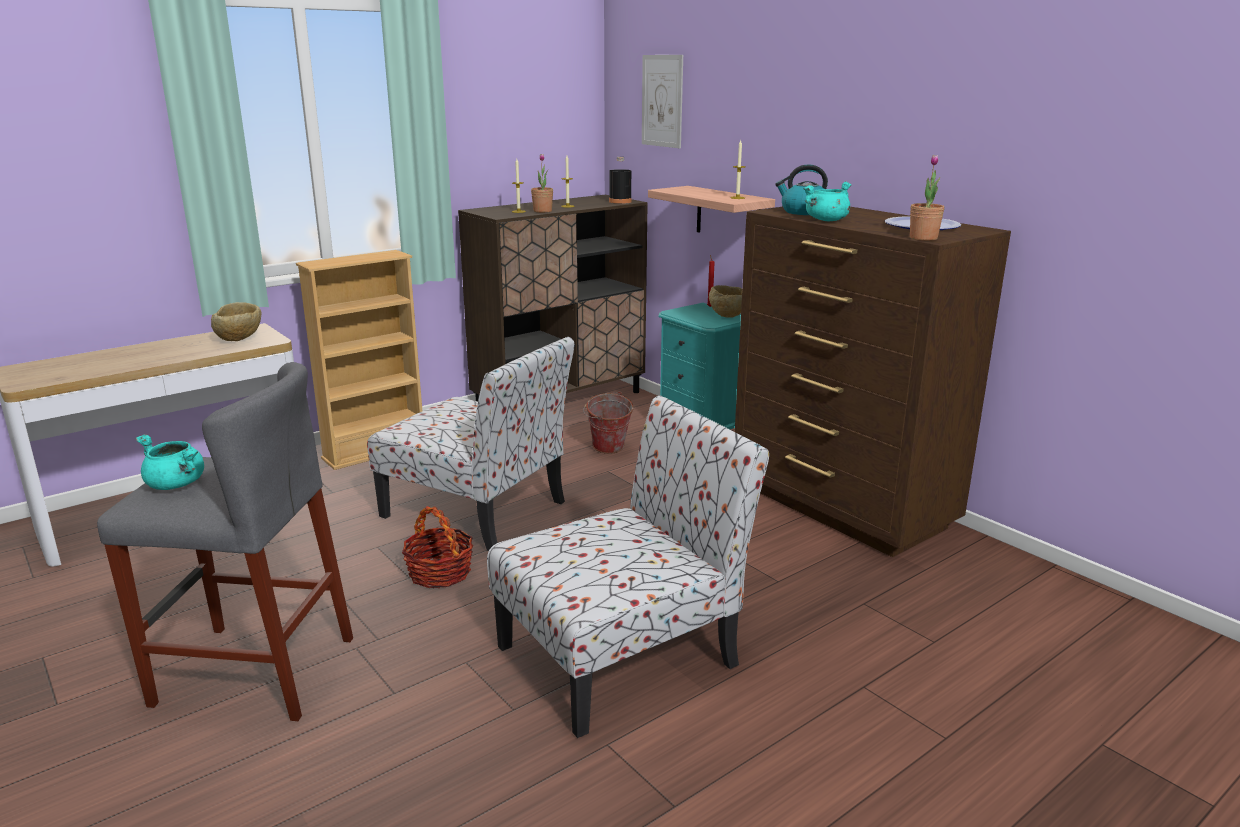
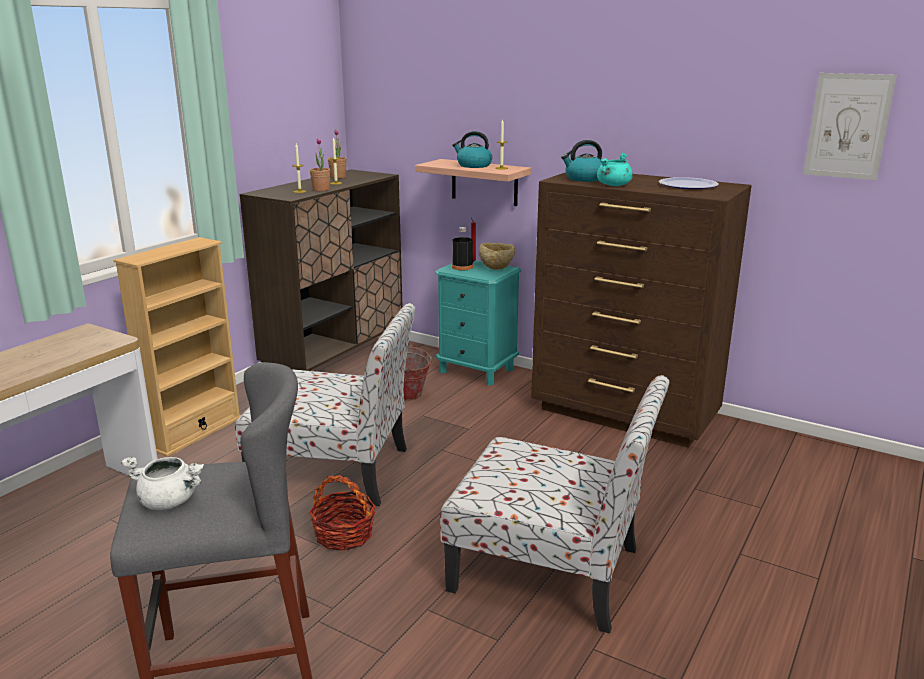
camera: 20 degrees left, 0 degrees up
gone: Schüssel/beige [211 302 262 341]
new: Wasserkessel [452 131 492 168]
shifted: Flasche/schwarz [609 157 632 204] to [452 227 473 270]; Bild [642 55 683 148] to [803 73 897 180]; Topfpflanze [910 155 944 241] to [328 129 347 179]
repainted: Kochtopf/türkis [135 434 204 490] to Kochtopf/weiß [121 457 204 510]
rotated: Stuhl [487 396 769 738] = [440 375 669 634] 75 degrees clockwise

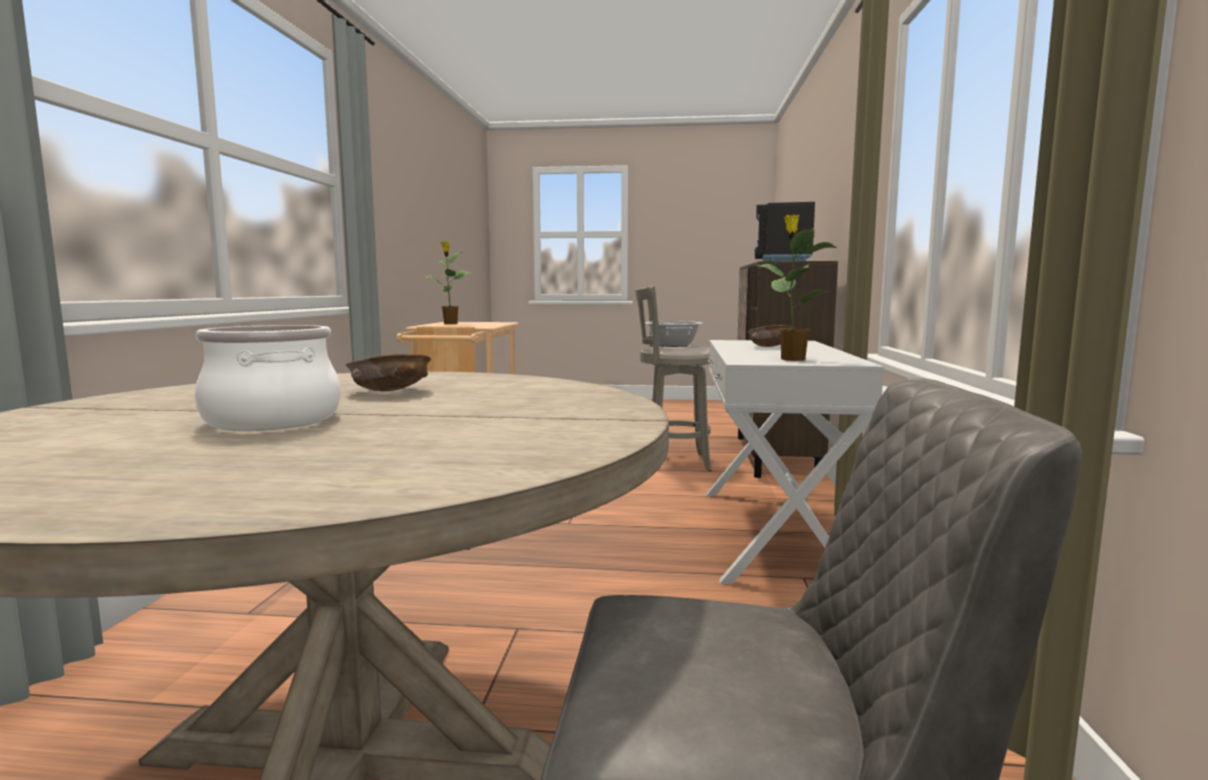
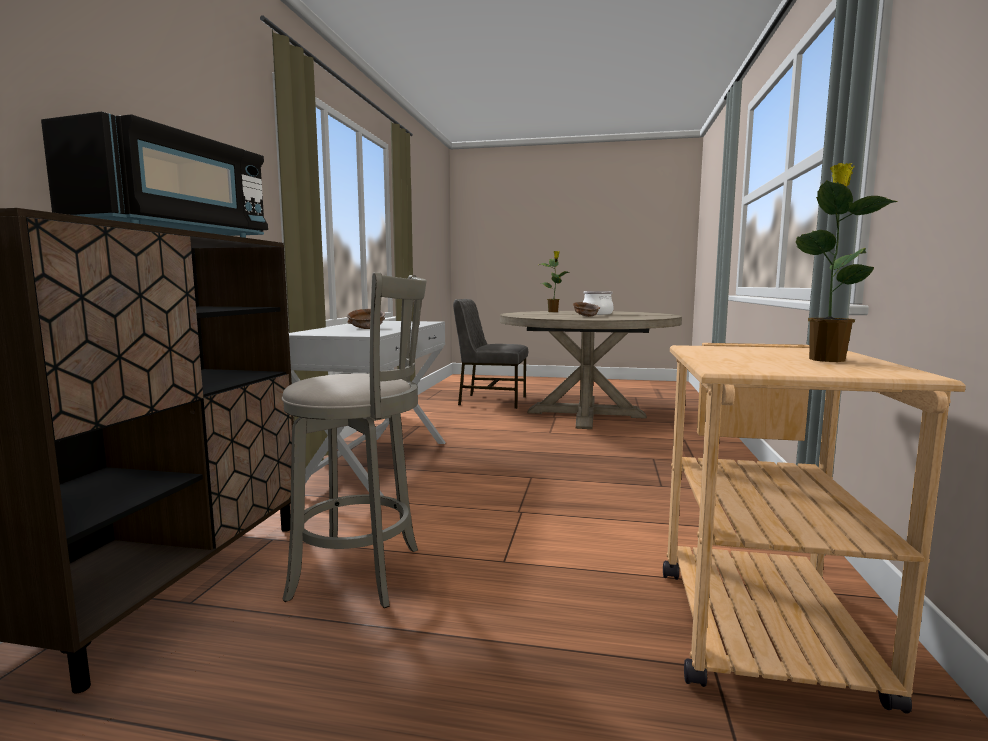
camera: 175 degrees left, 0 degrees up
gone: Kochtopf [645 321 703 347]
shifted: Topfpflanze [759 214 838 361] to [539 251 570 312]

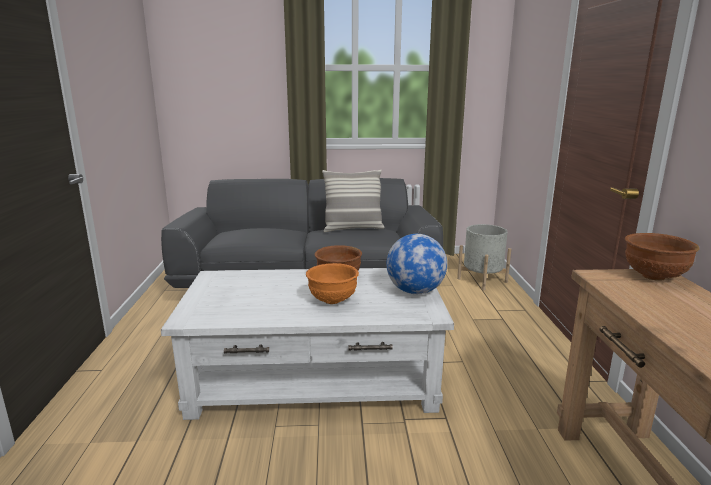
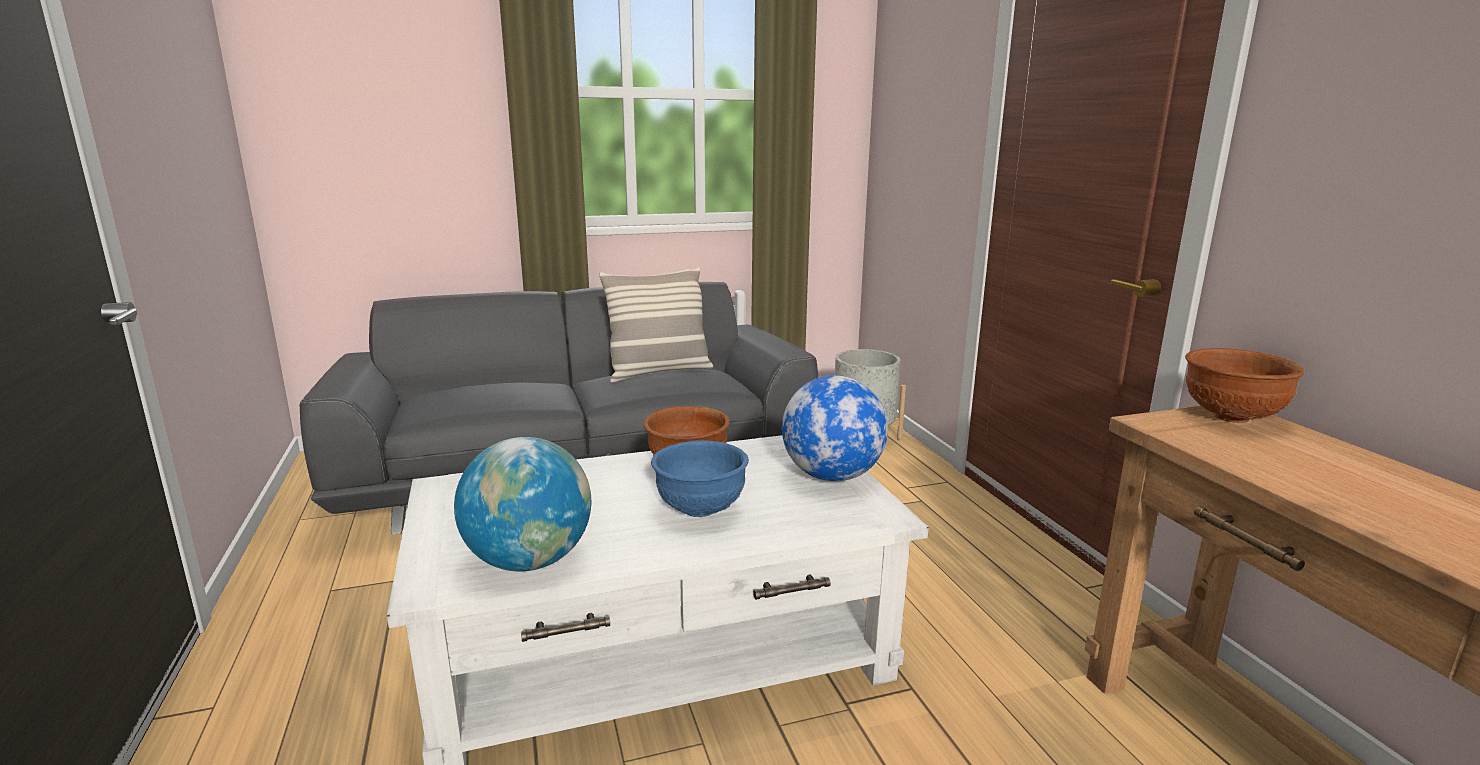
camera: 15 degrees left, 0 degrees up
new: Globus [454 437 591 572]
repainted: Schüssel/orange [306 263 359 304] to Schüssel/blau [651 440 749 517]

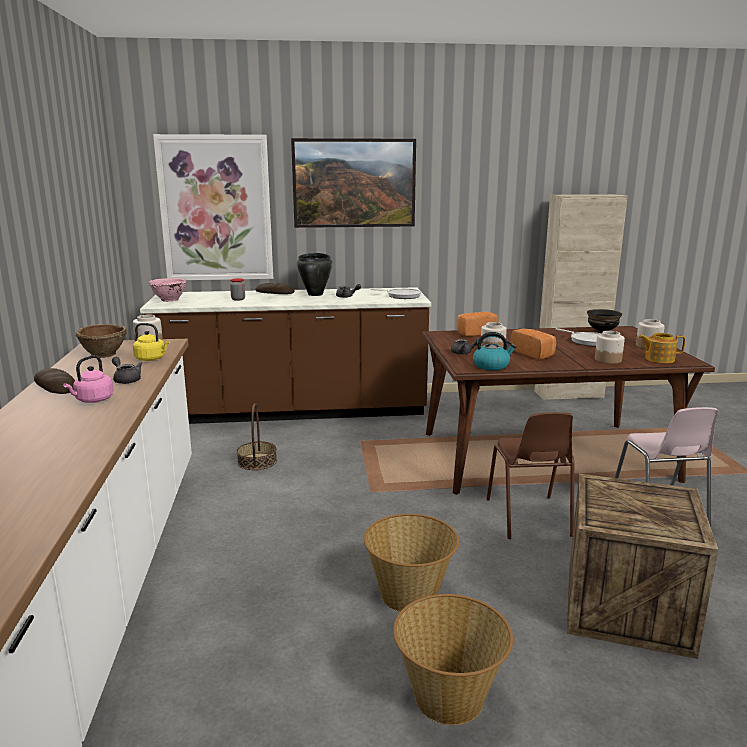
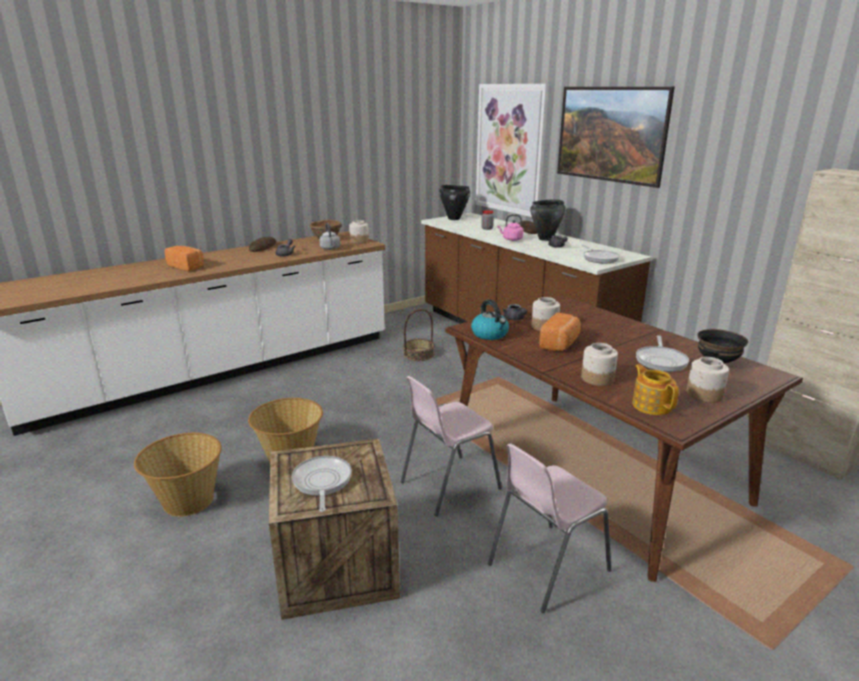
camera: 60 degrees right, 5 degrees up
new: Pfanne [292 456 352 512]
shifted: Wasserkessel/rosa [63 355 114 403] to [497 214 524 241]; Brot [457 312 498 336] to [165 246 204 271]
swapped: Schüssel/rosa [149 278 186 302] to Kochtopf/schwarz [439 185 470 220]
repainted: Wasserkessel/gelb [133 323 170 361] to Wasserkessel/grau [319 223 340 250]; Stuhl/braun [487 412 574 539] to Stuhl/rosa [401 376 502 516]

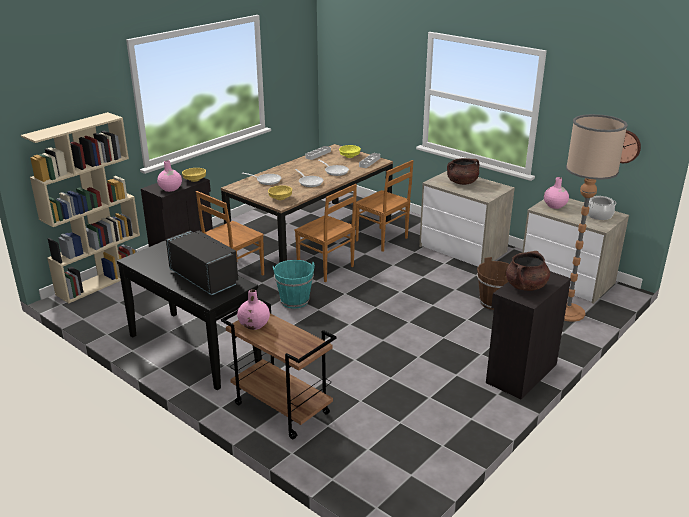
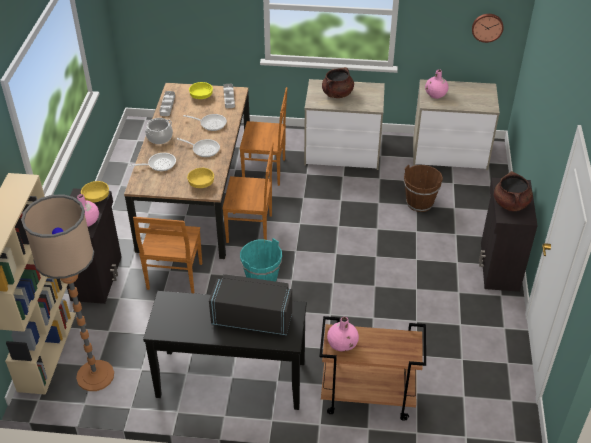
camera: 35 degrees left, 15 degrees up
shifted: Stehlampe [564 114 628 322] to [21 194 114 391]; Kochtopf [588 196 617 220] to [145 118 173 144]

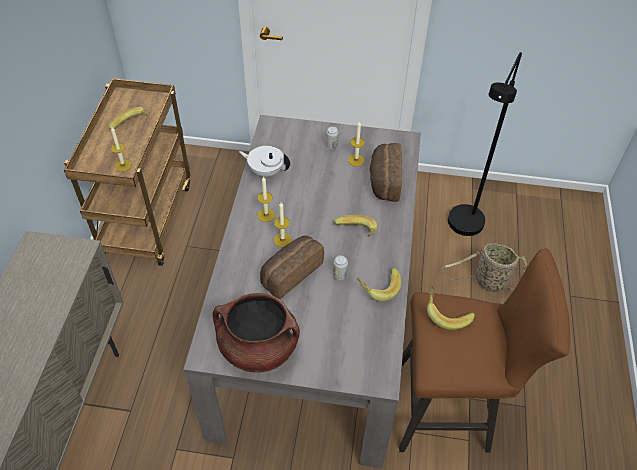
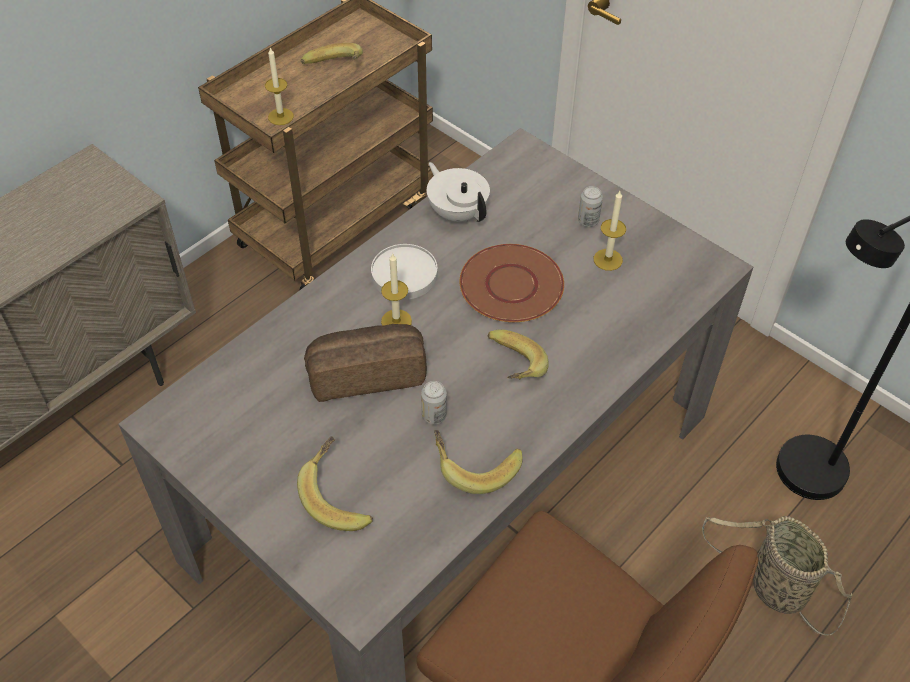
camera: 35 degrees right, 0 degrees up
gone: Kochtopf/braun [212 293 300 373]; Brot [370 143 402 202]
new: Teller/braun [460 244 564 322]
shifted: Banane [427 286 475 330] to [297 436 373 531]
swapped: Kerze [257 176 275 222] to Teller/weiß [371 244 438 300]

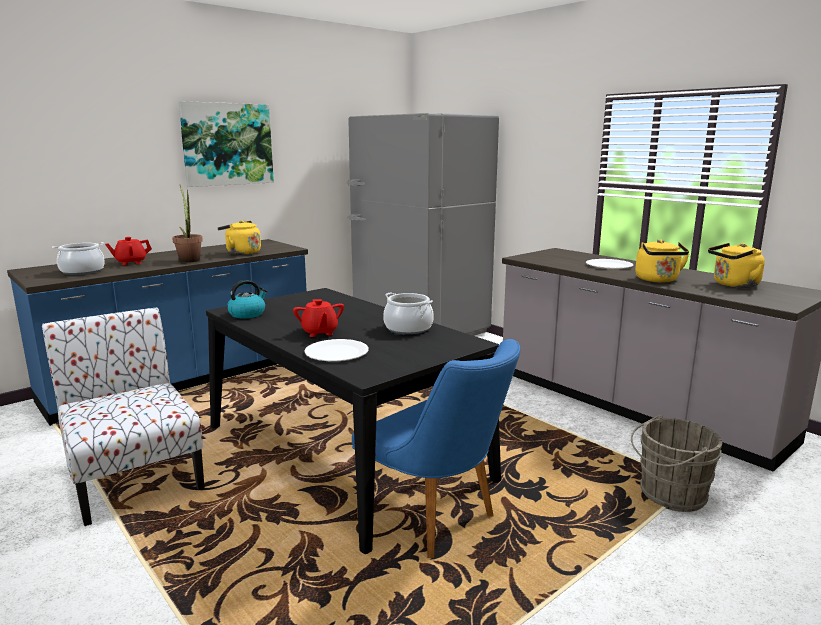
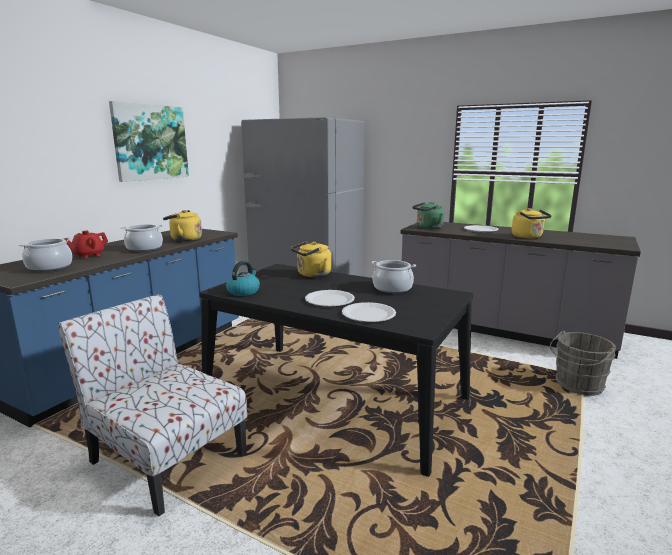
camera: 20 degrees left, 0 degrees up
gone: Stuhl/blau [352 339 520 558]
new: Wasserkessel/grün [412 202 444 229]
shifted: Wasserkessel/gelb [708 243 765 288] to [291 241 331 277]
swapped: Topfpflanze [172 185 203 263] to Kochtopf [120 224 163 252]; Teekanne/rot [293 299 344 337] to Teller/weiß [305 290 355 306]

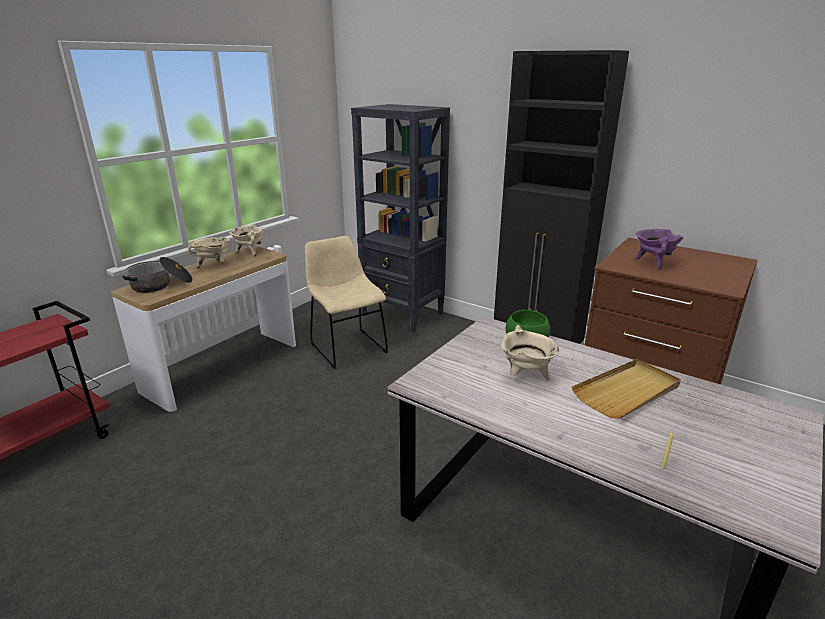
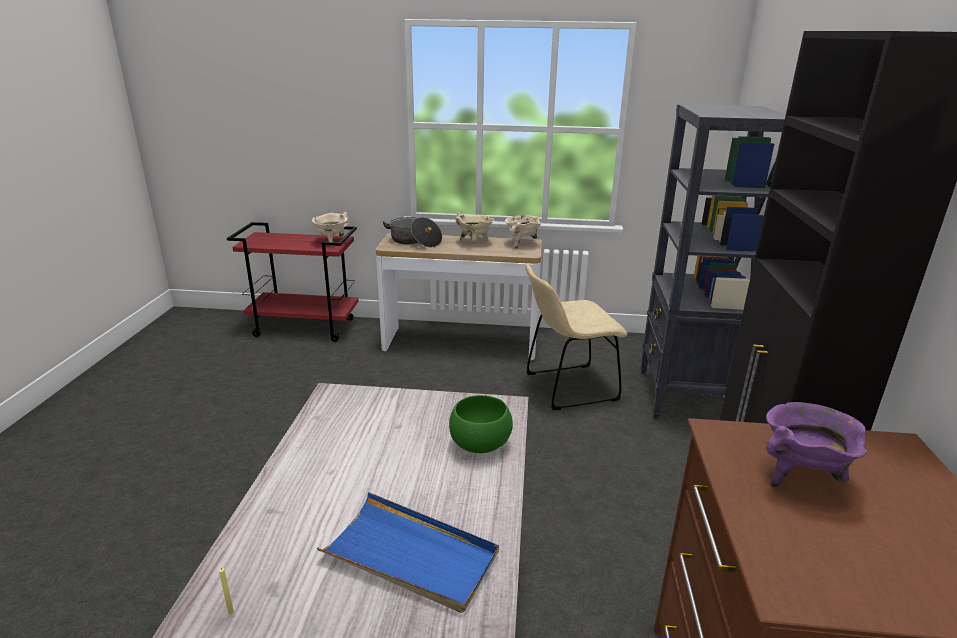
camera: 60 degrees right, 0 degrees up
shifted: Kochtopf/beige [501 325 559 381] to [312 212 349 246]
repainted: Tablett/beige [572 359 681 419] to Tablett/blau [317 492 499 613]
rotated: Stuhl/beige [305 236 388 369] = [525 264 627 410] 135 degrees counterclockwise

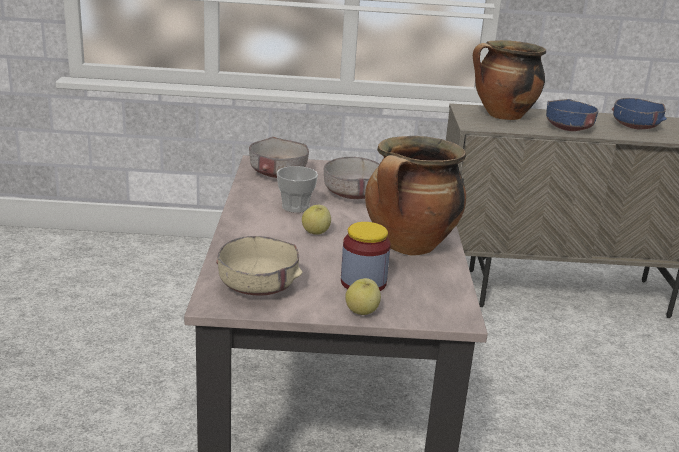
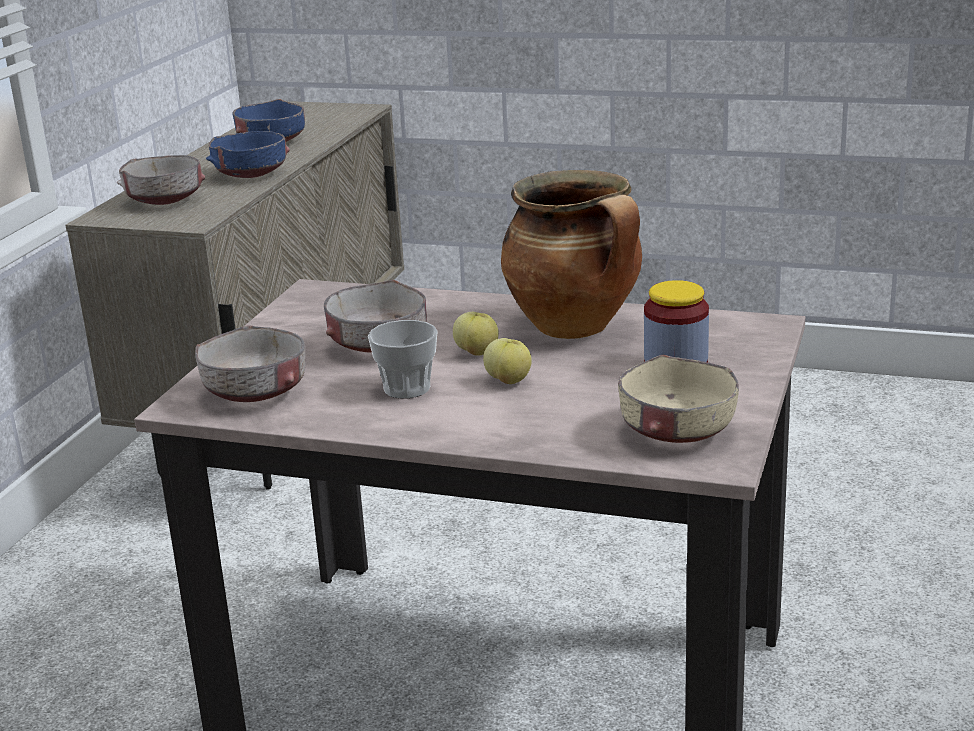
camera: 70 degrees left, 0 degrees up
shifted: Apfel [345 278 381 315] to [453 312 499 356]
swapped: Kochtopf [473 40 546 120] to Schüssel/grau [117 155 205 205]

